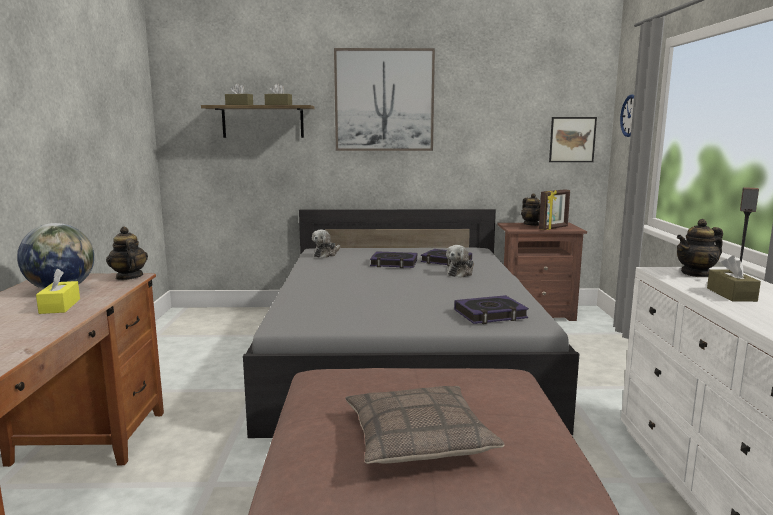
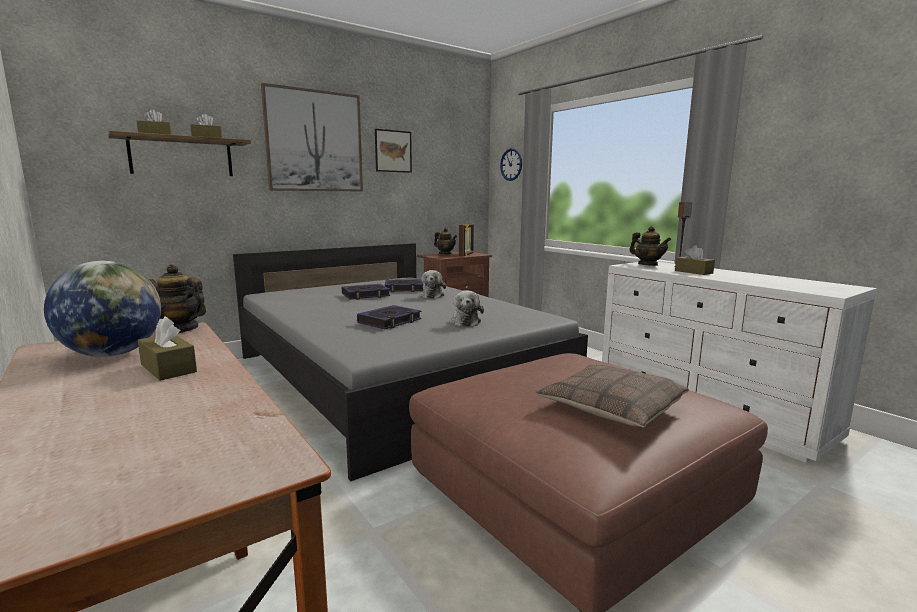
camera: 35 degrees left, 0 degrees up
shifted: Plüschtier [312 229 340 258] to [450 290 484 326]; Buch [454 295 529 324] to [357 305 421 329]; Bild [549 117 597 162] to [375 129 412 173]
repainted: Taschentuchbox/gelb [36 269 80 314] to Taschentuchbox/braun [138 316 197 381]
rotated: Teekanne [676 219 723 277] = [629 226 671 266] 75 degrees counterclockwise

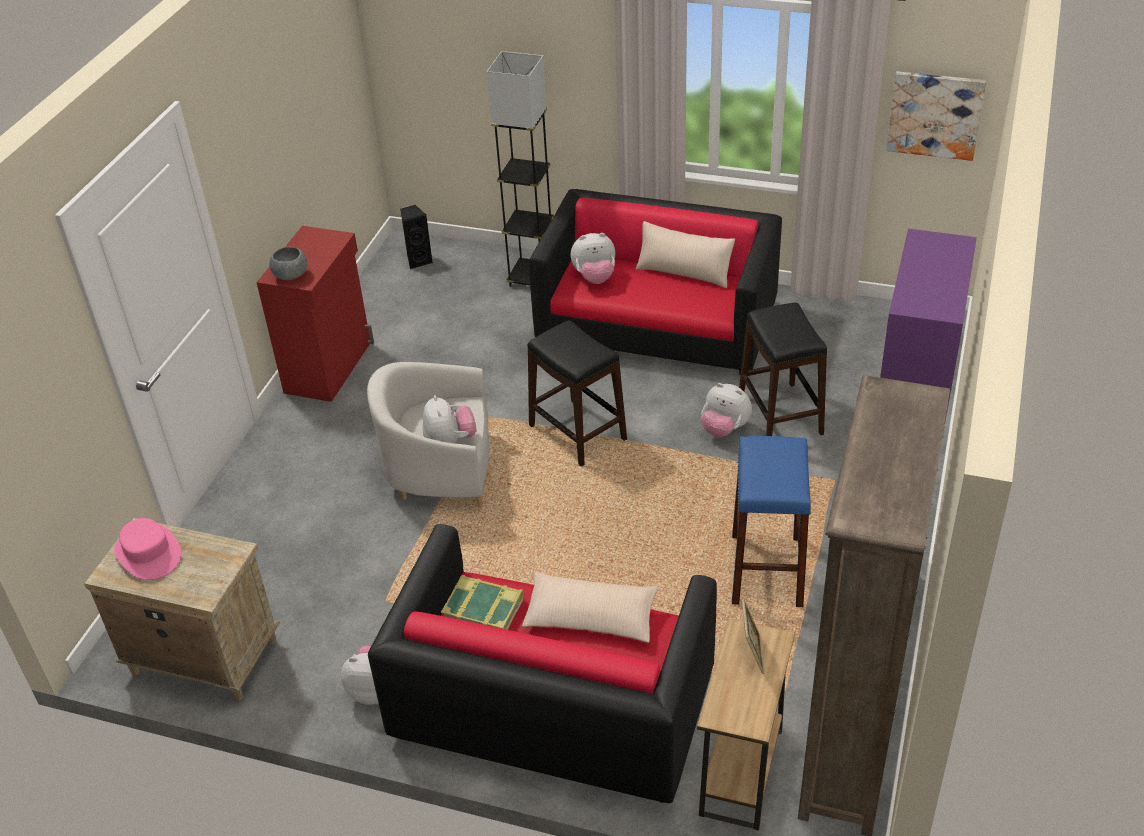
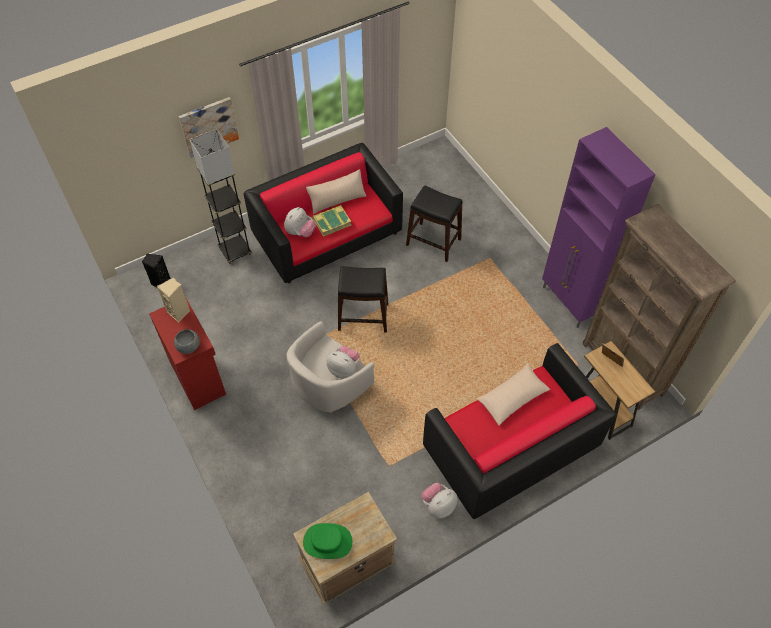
camera: 50 degrees left, 15 degrees up
gone: Plüschtier [701 383 752 437]; Hocker/blau [732 436 811 607]
new: Lautsprecher/beige [157 278 190 323]
shifted: Buch [441 575 524 630] to [312 205 352 237]; Bild [886 72 986 161] to [179 97 239 158]
repainted: Hut/rosa [114 518 181 580] to Hut/grün [303 523 352 559]

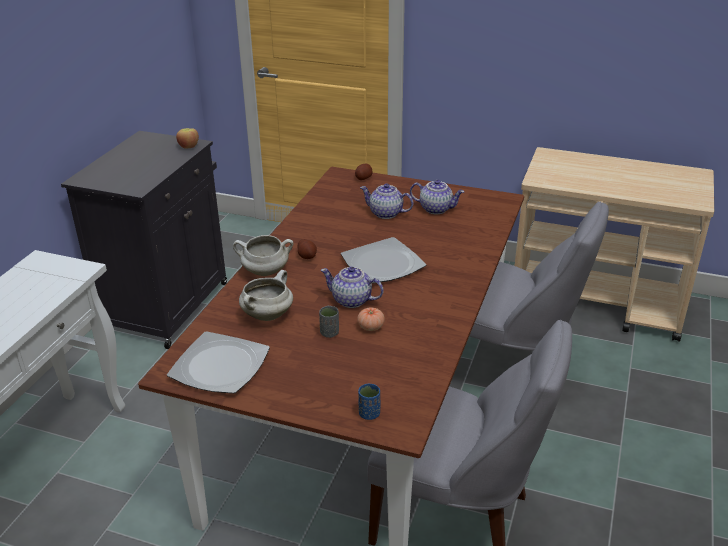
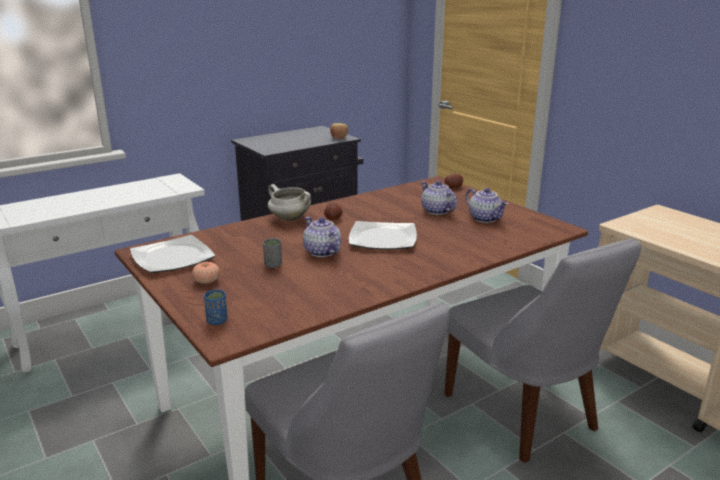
camera: 35 degrees right, 10 degrees down
gone: Kochtopf/weiß [239 270 293 321]
shifted: Tomate [357 308 385 331] to [192 262 220 284]

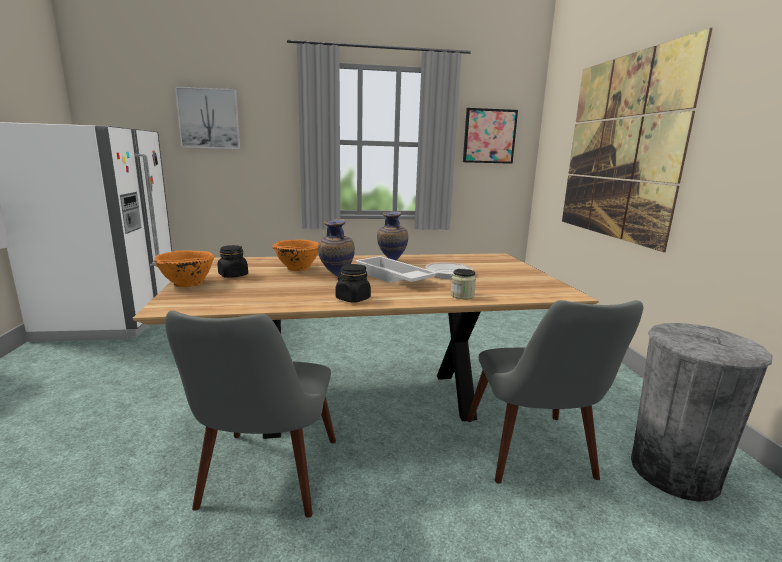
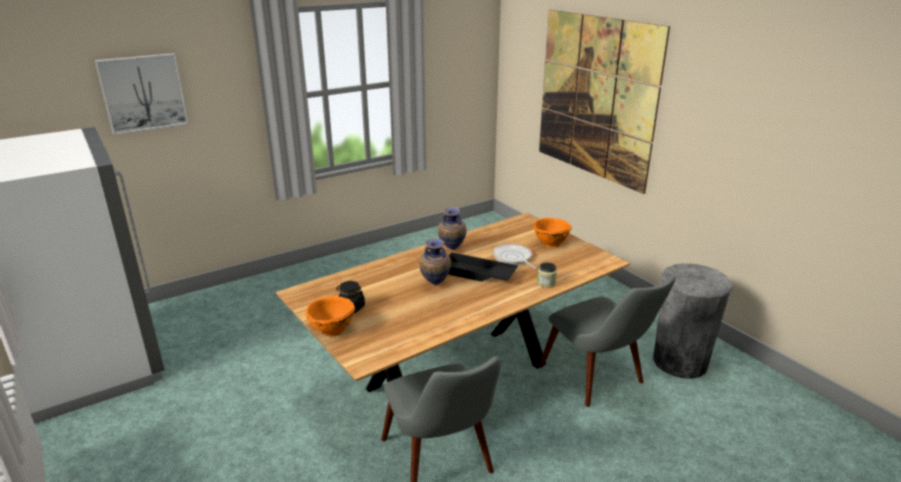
camera: 25 degrees left, 10 degrees up
gone: Vorratsglas/schwarz [336 264 371 303]; Bild [463 108 518 164]
shifted: Schüssel/orange [272 239 319 271] to [533 218 572 247]
repainted: Tablett/weiß [355 256 438 283] to Tablett/schwarz [448 252 518 282]

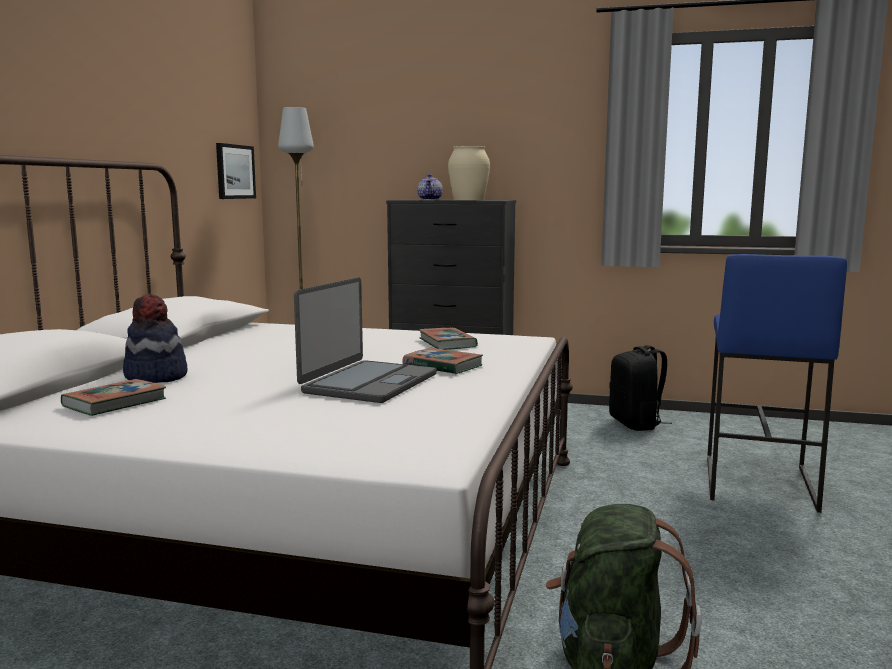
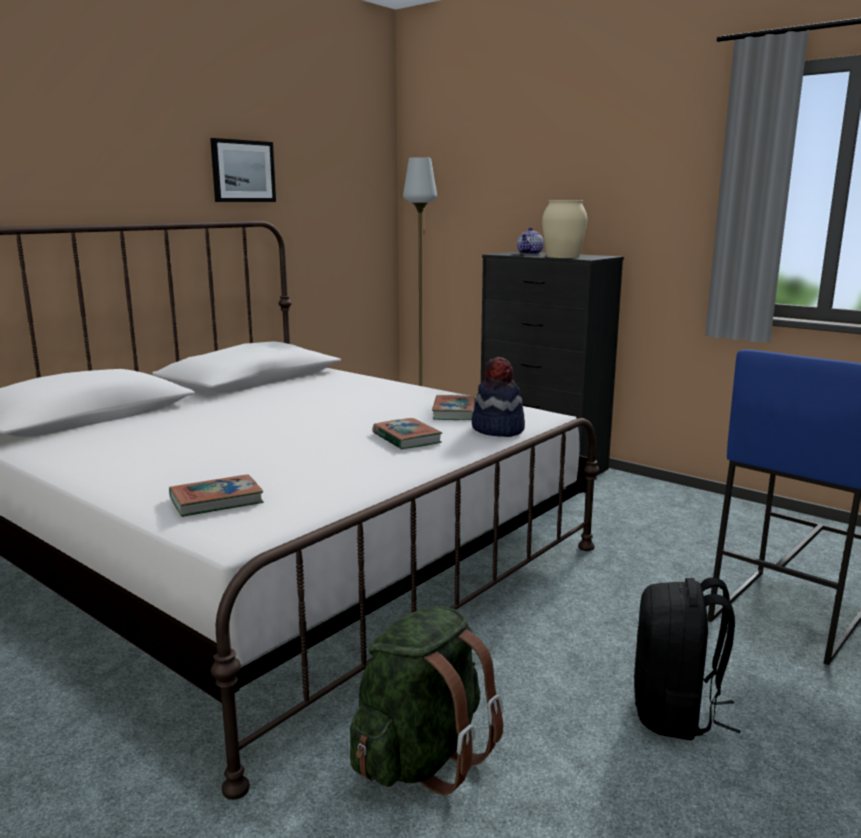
camera: 25 degrees right, 5 degrees up
gone: Laptop [294 277 437 403]
shifted: Buch [61 379 166 416] to [169 474 264 517]; Hut [123 294 188 383] to [472 357 525 437]; Bild [216 143 256 199] to [210 138 276 202]; Rucksack/schwarz [609 345 672 431] to [634 577 741 740]

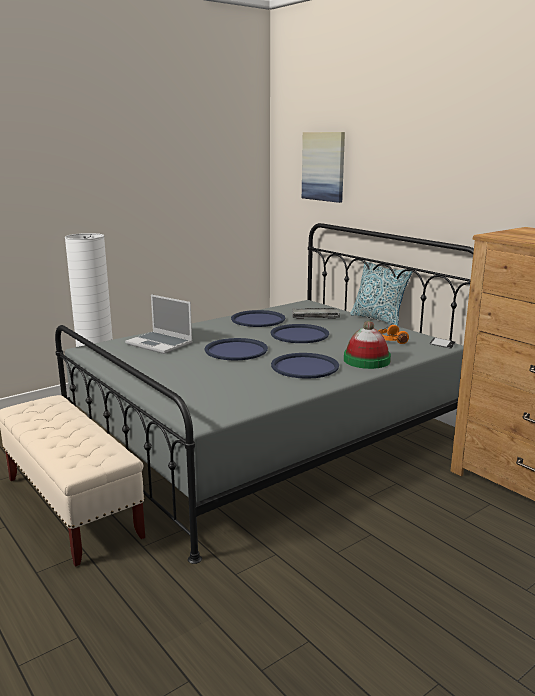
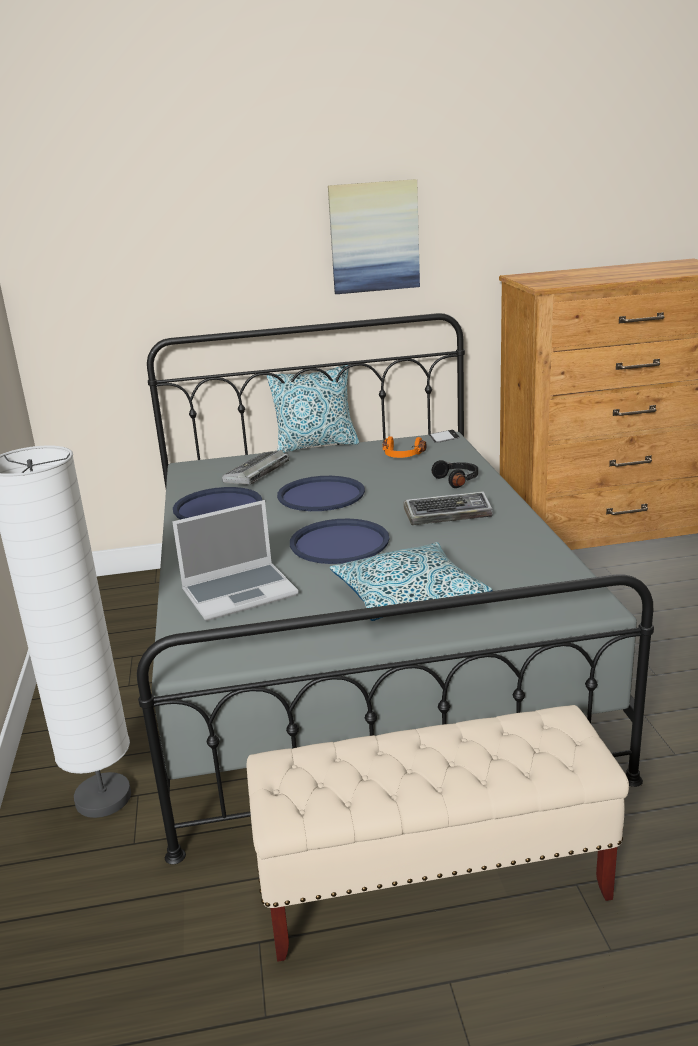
camera: 60 degrees left, 5 degrees up
new: Kissen [330 542 493 621]
shifted: Bild [302 132 345 203] to [328 179 420 294]
swapped: Tablett/blau [271 353 339 379] to Tastatur [403 491 493 525]; Hut [344 321 391 369] to Kopfhörer/schwarz [432 460 478 488]

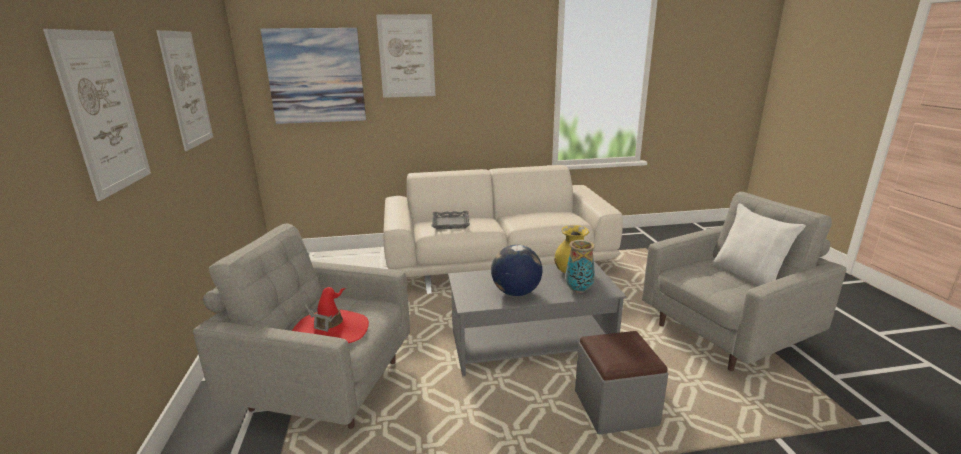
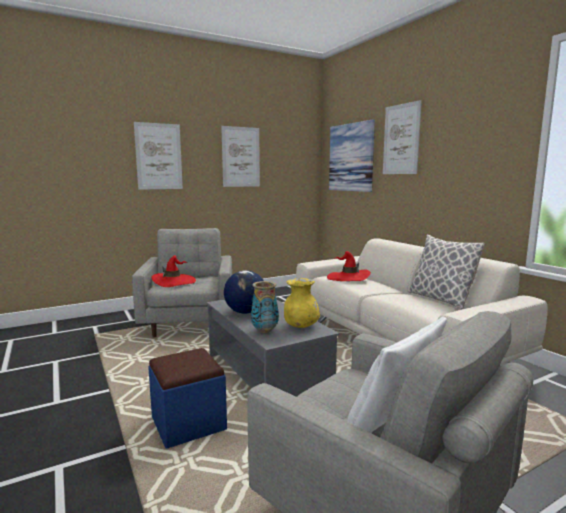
camera: 70 degrees right, 10 degrees down
new: Kissen [409 235 485 309]
swapped: Tablett/grau [432 211 470 229] to Hut/rot [327 251 371 281]
repainted: Polsterhocker/grau [575 331 668 435] to Polsterhocker/blau [148 348 227 448]

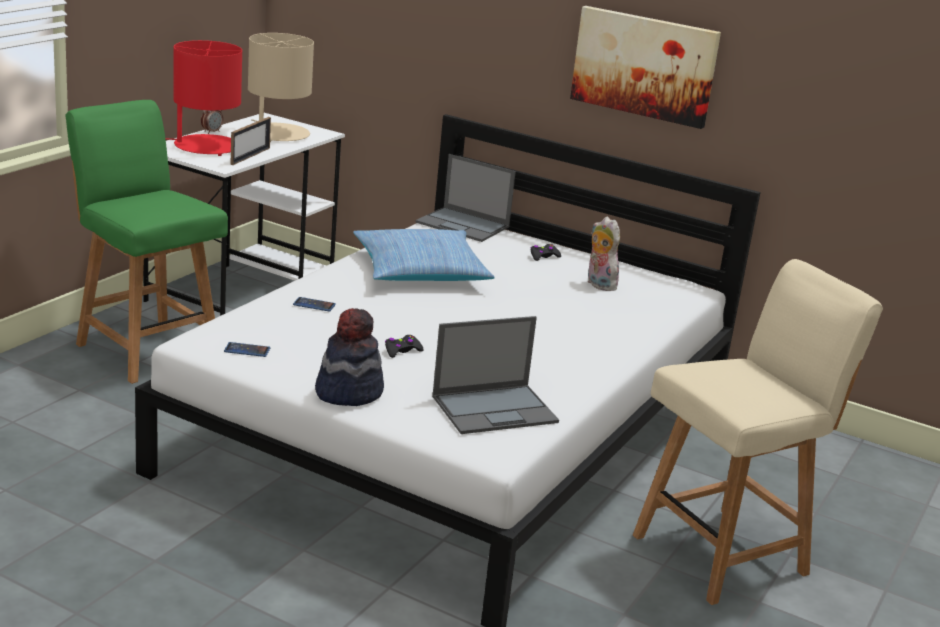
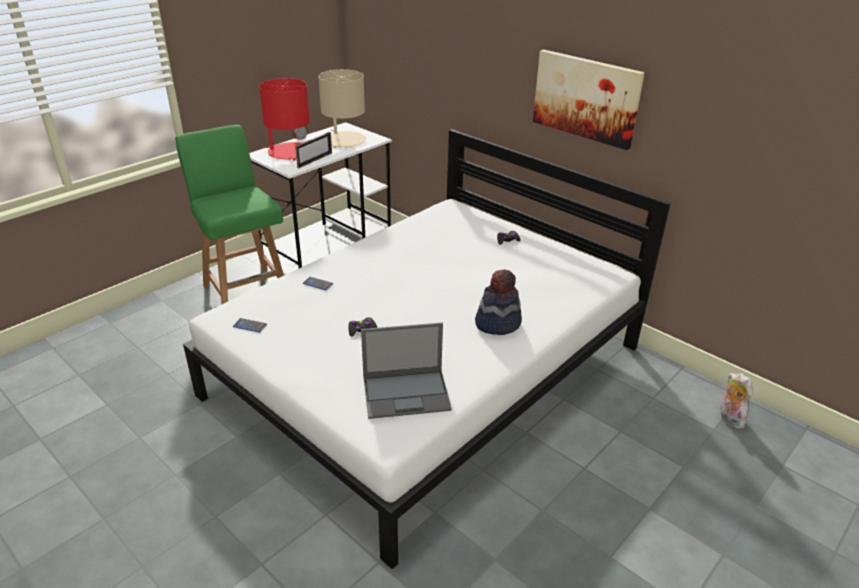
camera: 15 degrees right, 10 degrees up
gone: Kissen [353 229 495 281]; Laptop [416 154 516 242]; Stuhl/beige [633 259 883 605]
shifted: Hut [315 308 384 406] to [475 269 522 335]; Plüschtier [588 216 620 291] to [720 373 753 429]

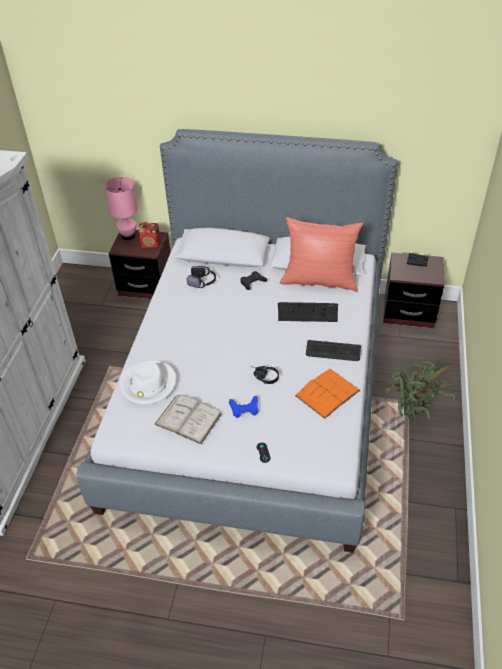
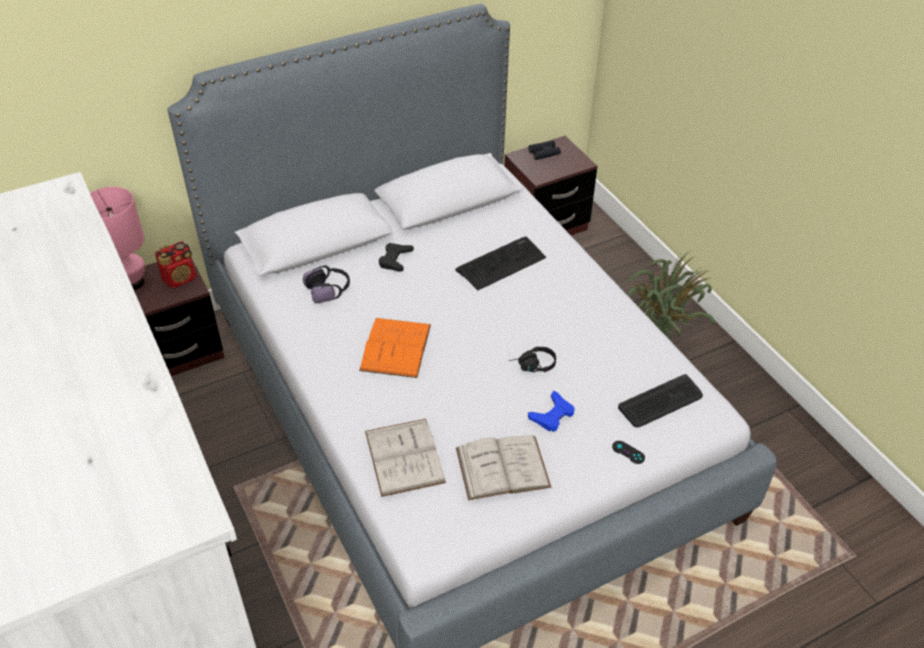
camera: 40 degrees left, 0 degrees up
gone: Kissen/rot [280 217 364 291]
shifted: Buch/orange [295 369 360 419] to [359 318 431 378]; Tastatur [306 340 361 361] to [618 374 703 427]
swapped: Hut/weiß [120 361 176 404] to Buch/weiß [365 419 446 497]

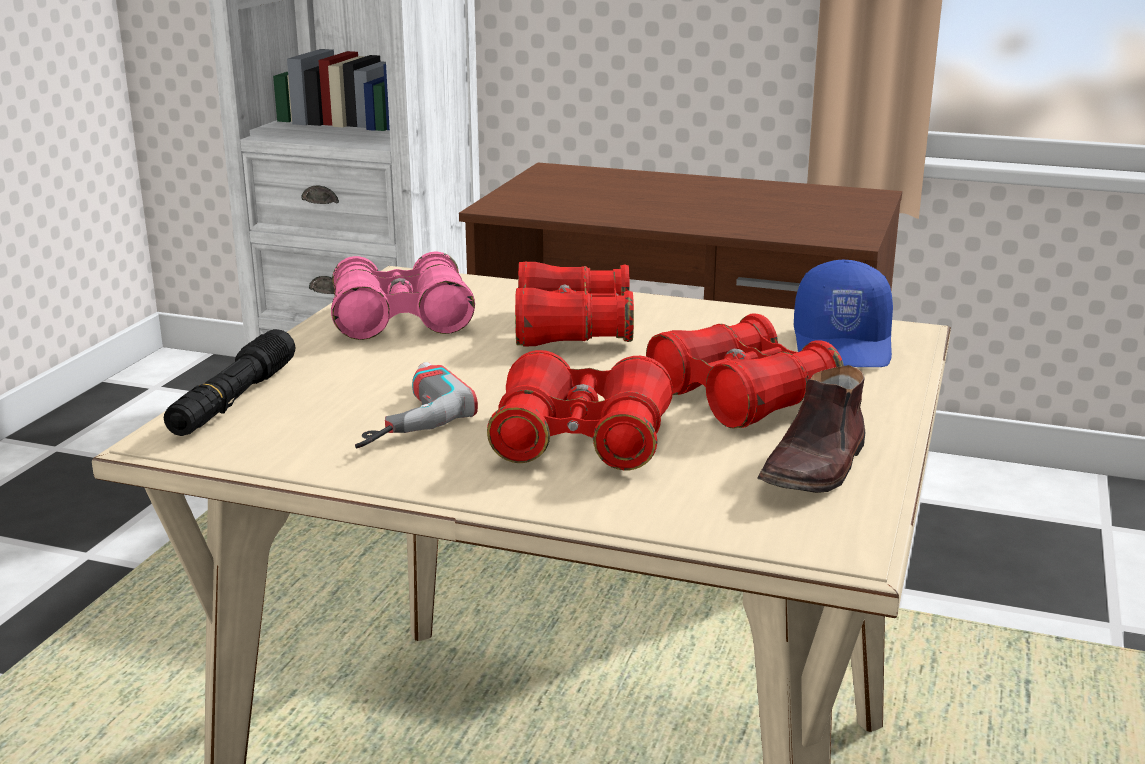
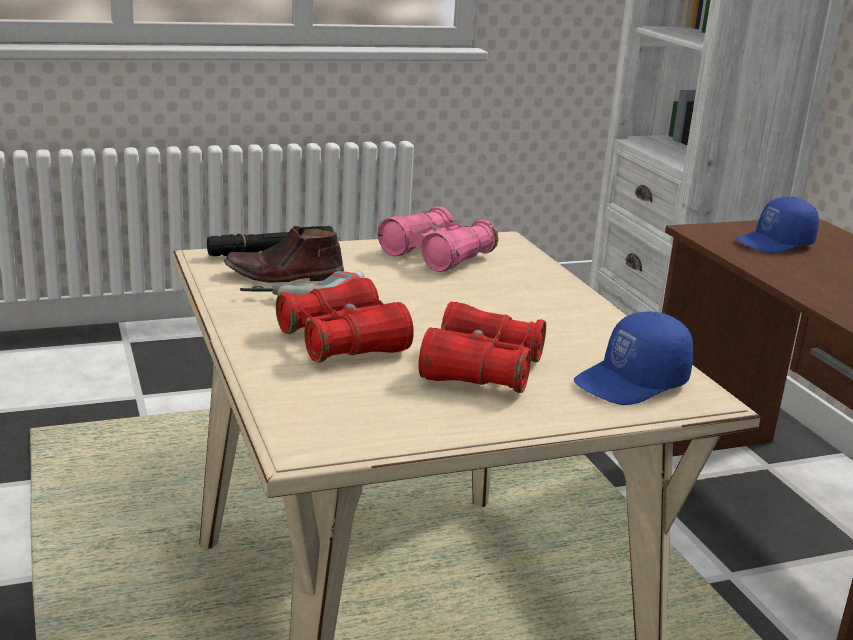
camera: 50 degrees right, 0 degrees up
gone: Fernglas/rot [515 262 634 347]
new: Kappe/blau [735 196 819 253]
shifted: Schuh/braun [757 365 865 493] to [224 226 344 283]

